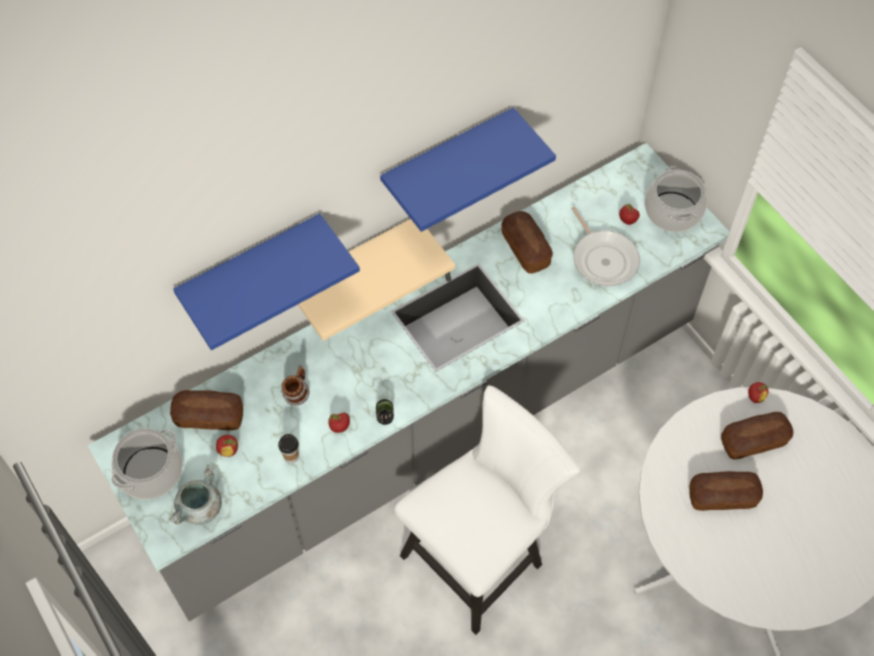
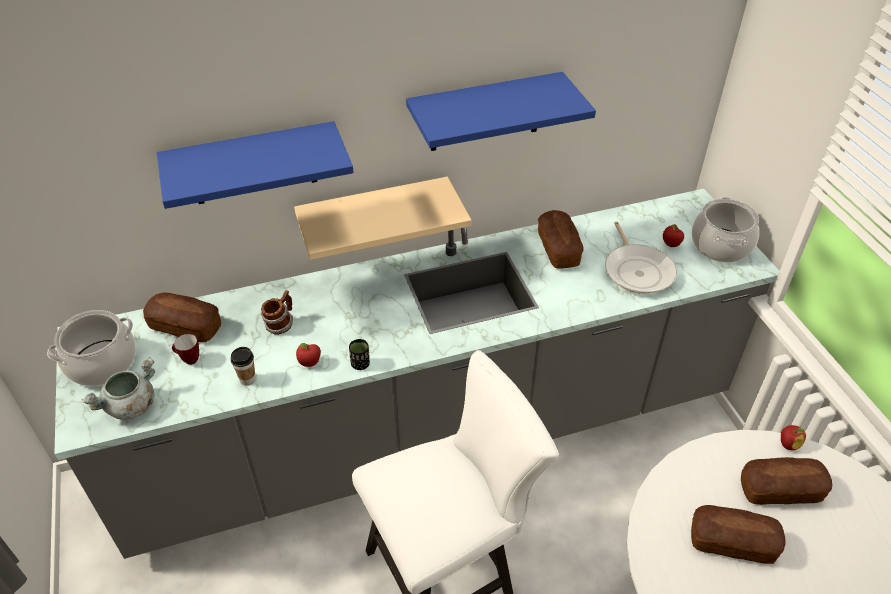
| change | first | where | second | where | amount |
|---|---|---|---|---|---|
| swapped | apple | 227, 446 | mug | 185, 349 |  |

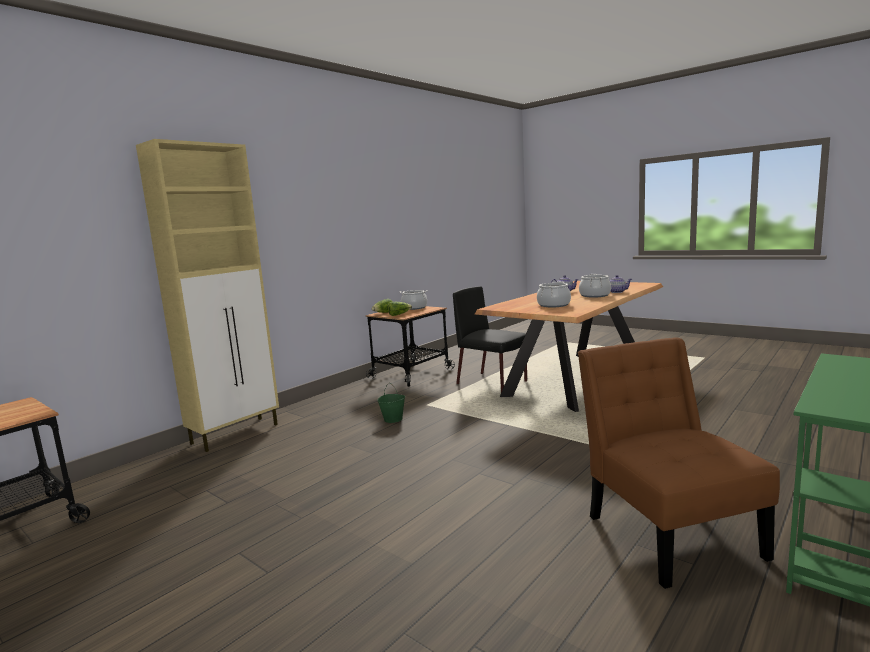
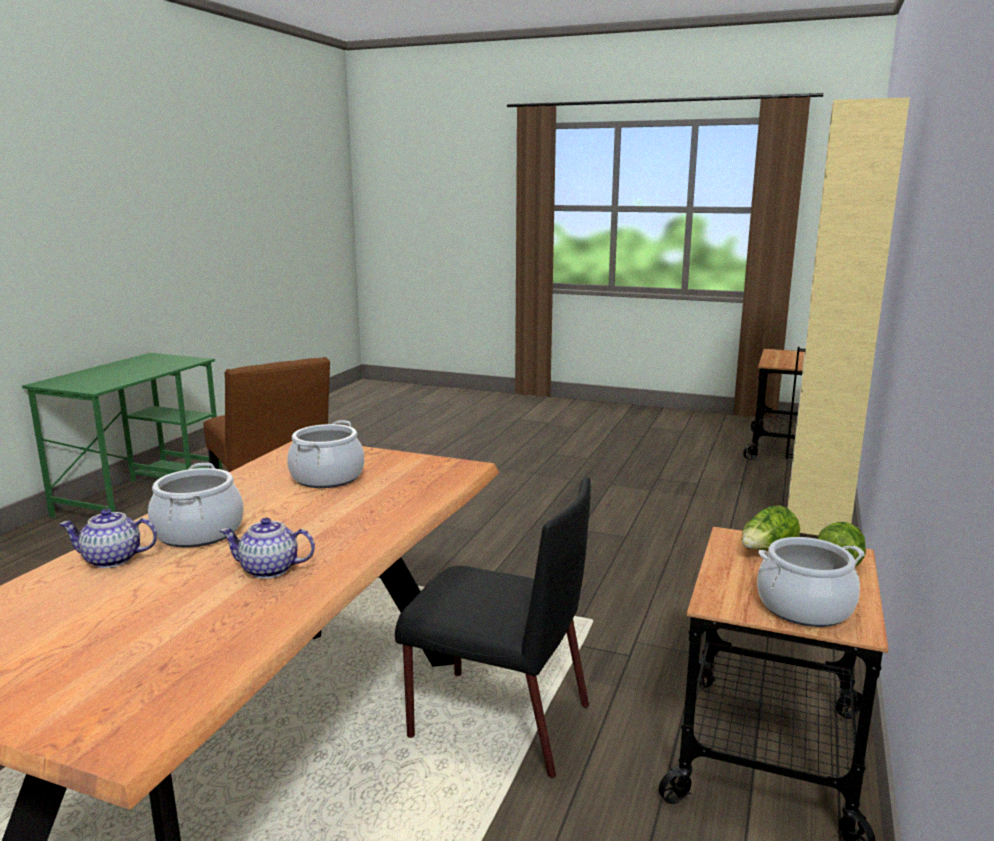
| change | first | where | second | where | amount |
|---|---|---|---|---|---|
| gone | pail (green-coloured) | 391, 403 |  |  |  |

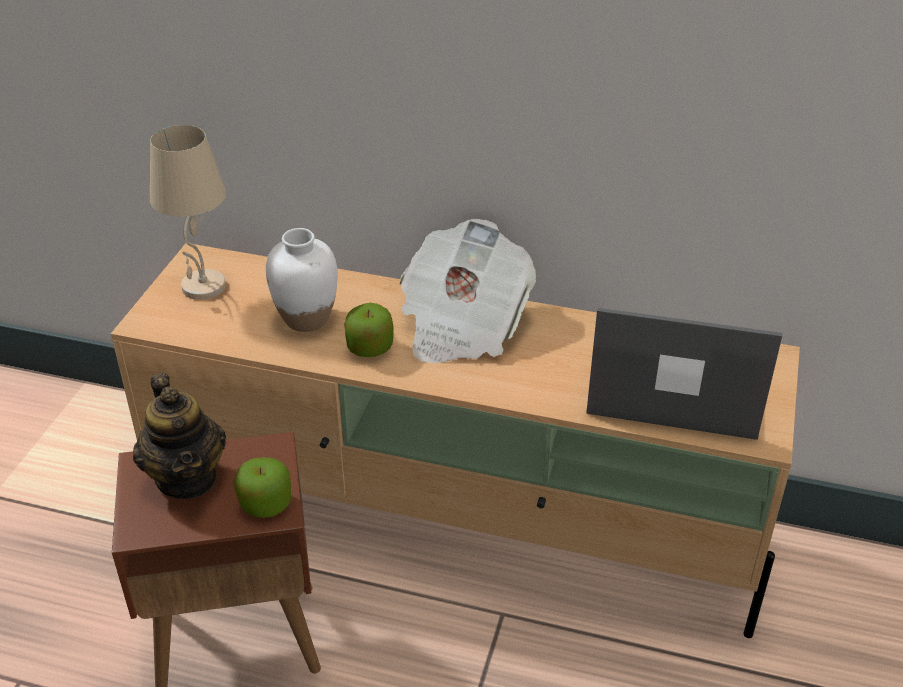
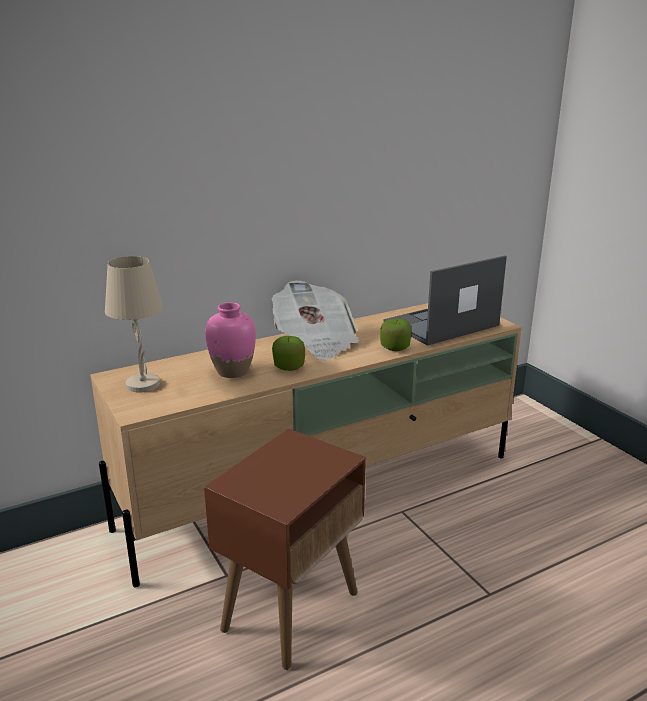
| change | first | where | second | where | amount |
|---|---|---|---|---|---|
| repainted | decorative vase (white-coloured) | 302, 280 | decorative vase (pink-coloured) | 230, 340 |  |
| shifted | apple | 262, 487 |  | 396, 334 |  |
| gone | teapot | 179, 436 |  |  |  |

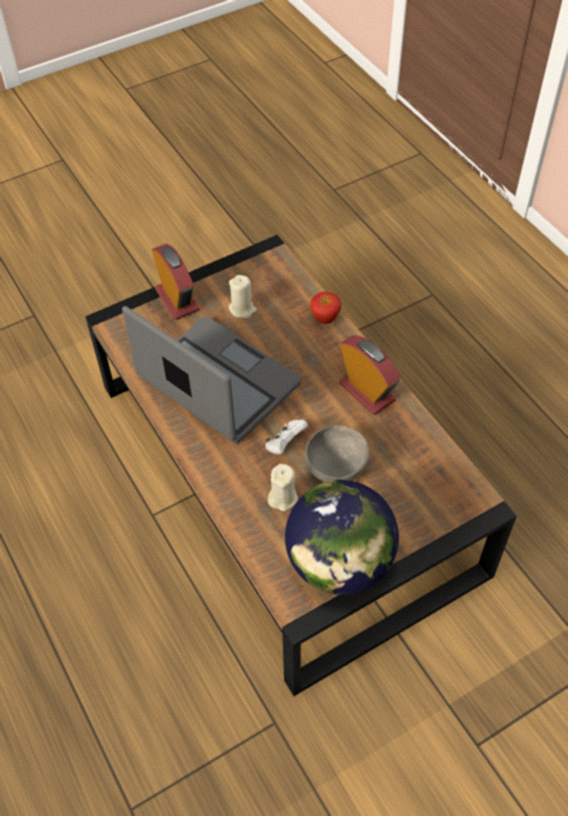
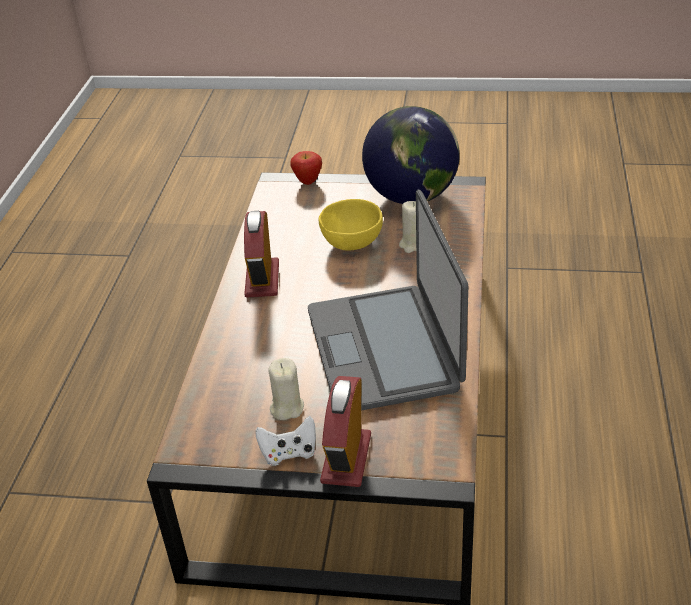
| change | first | where | second | where | amount |
|---|---|---|---|---|---|
| shifted | game controller (white-coloured) | 286, 437 |  | 286, 441 |  |
| shifted | apple | 325, 308 |  | 306, 168 |  |
| repainted | deep dish (grey) | 337, 453 | deep dish (yellow-coloured) | 350, 225 |  |

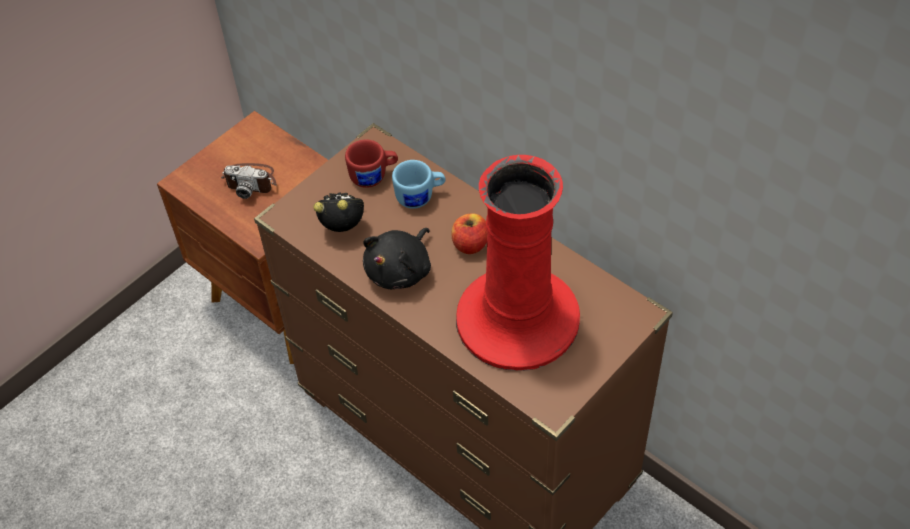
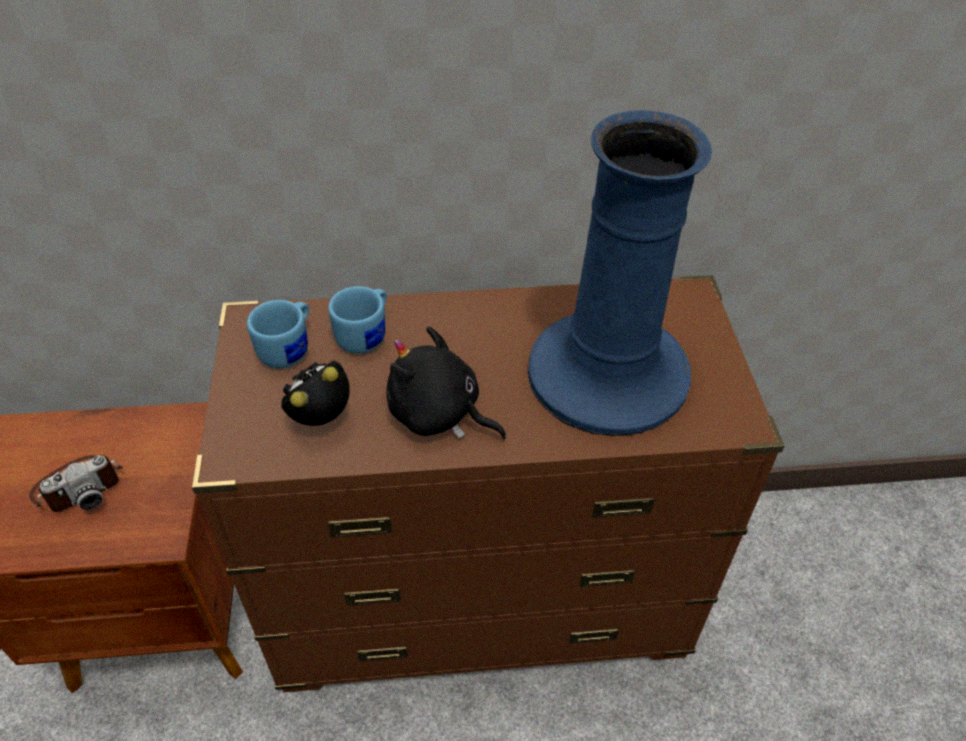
| change | first | where | second | where | amount |
|---|---|---|---|---|---|
| repainted | mug (red) | 371, 164 | mug (blue) | 278, 334 |  |
| rotated | soft toy (black-coloured) | 397, 258 |  | 446, 382 | 135 degrees clockwise |
| repainted | decorative vase (red) | 518, 263 | decorative vase (blue) | 620, 273 |  |
| gone | apple | 470, 233 |  |  |  |

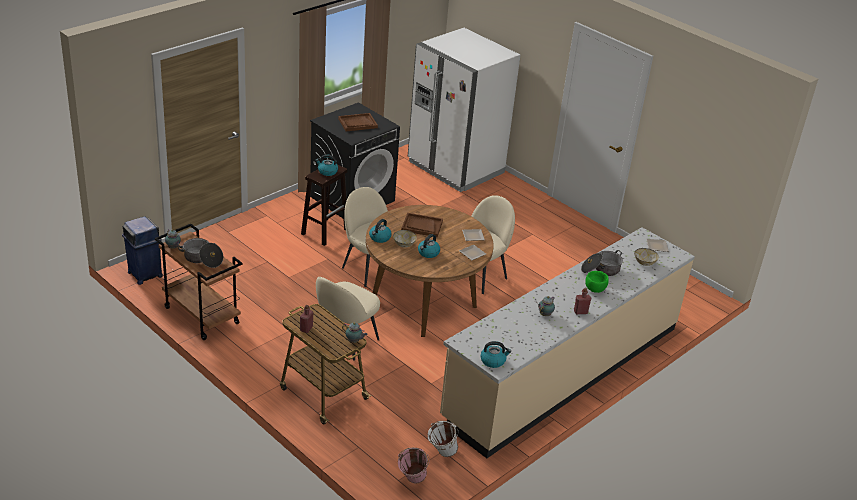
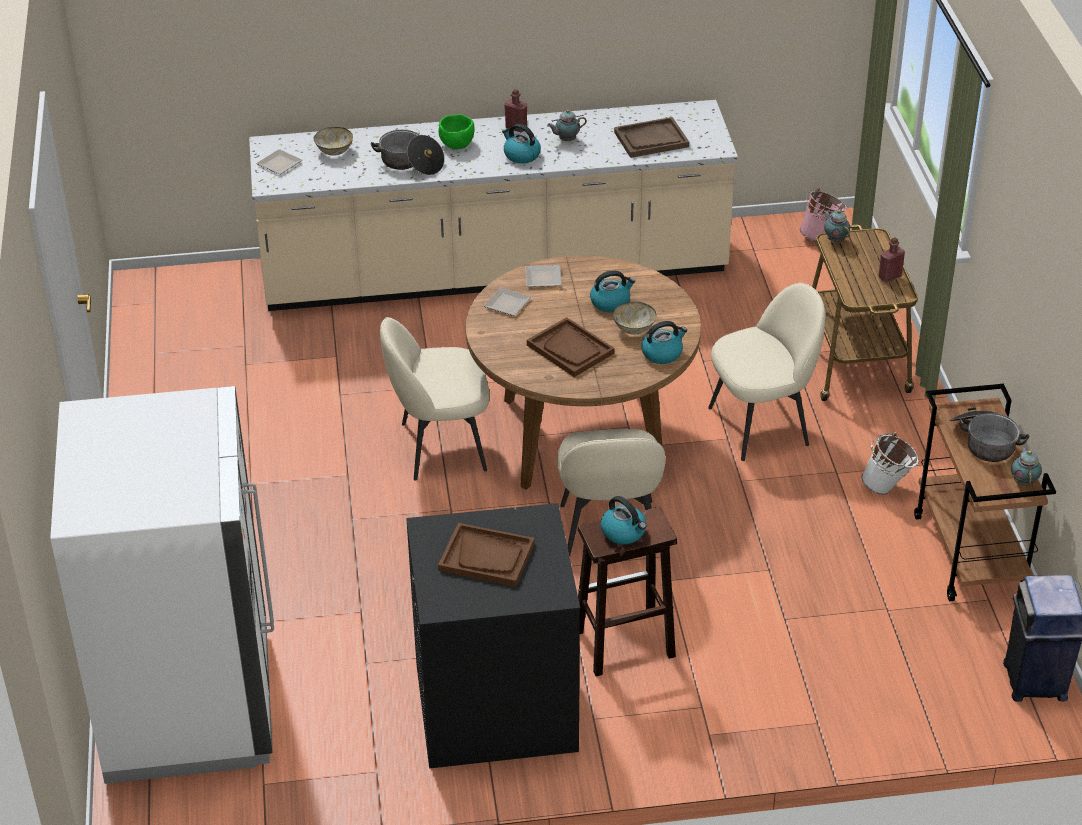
| change | first | where | second | where | amount |
|---|---|---|---|---|---|
| shifted | water kettle | 495, 354 |  | 521, 144 |  |
| new |  |  | tray (brown-coloured) | 651, 137 |  |
| shifted | pail (white-coloured) | 443, 439 |  | 890, 464 |  |

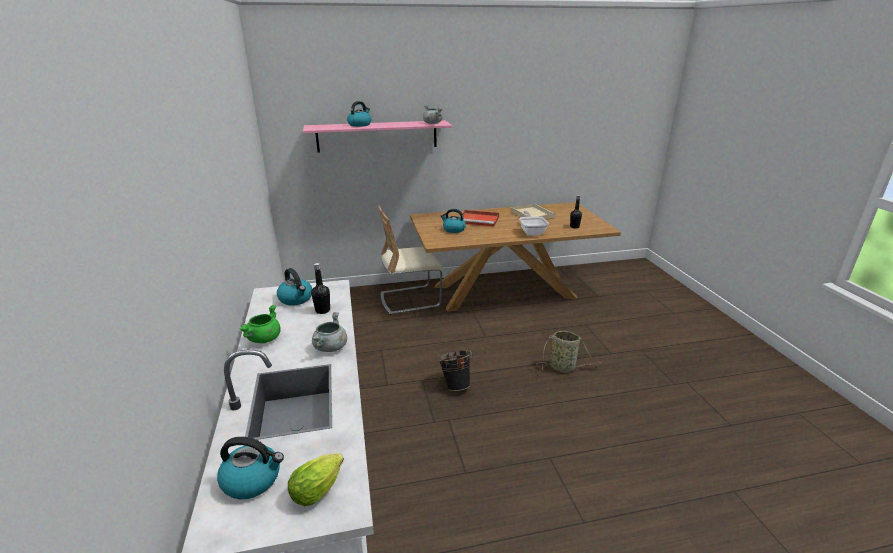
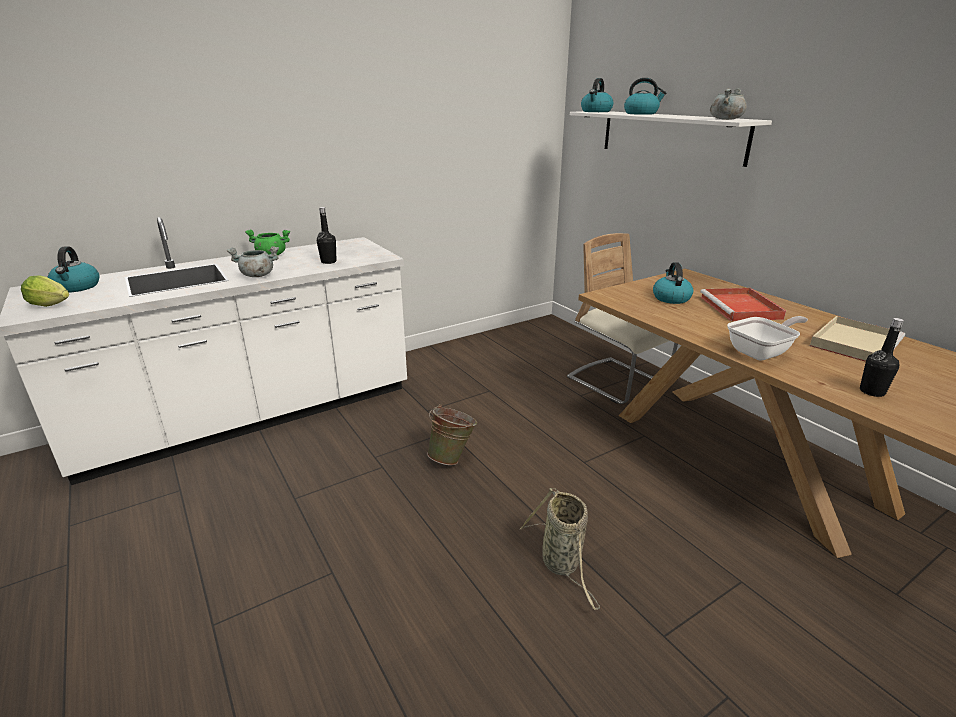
| change | first | where | second | where | amount |
|---|---|---|---|---|---|
| repainted | pail (black-coloured) | 454, 370 | pail (green-coloured) | 452, 434 |  |
| repainted | wall shelf (pink-coloured) | 377, 136 | wall shelf (white-coloured) | 670, 139 |  |
| shifted | water kettle | 294, 287 |  | 597, 95 |  |

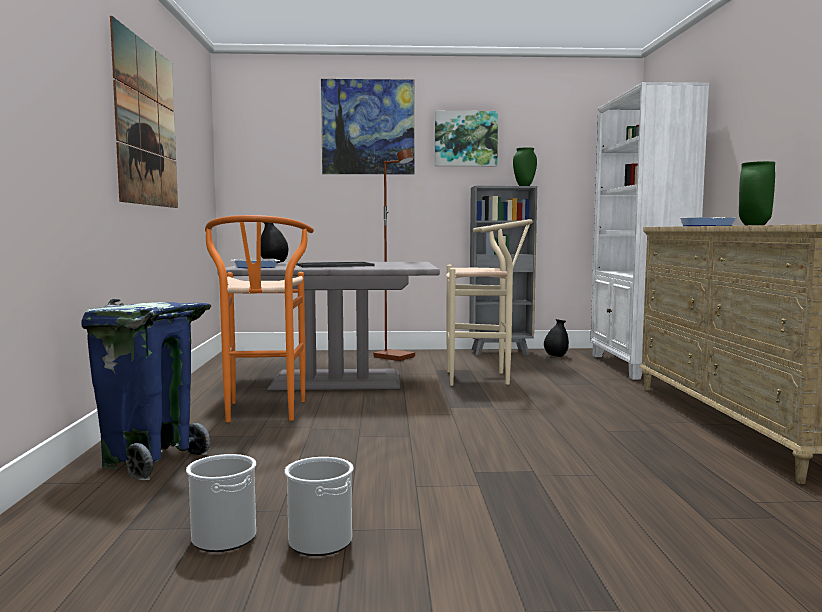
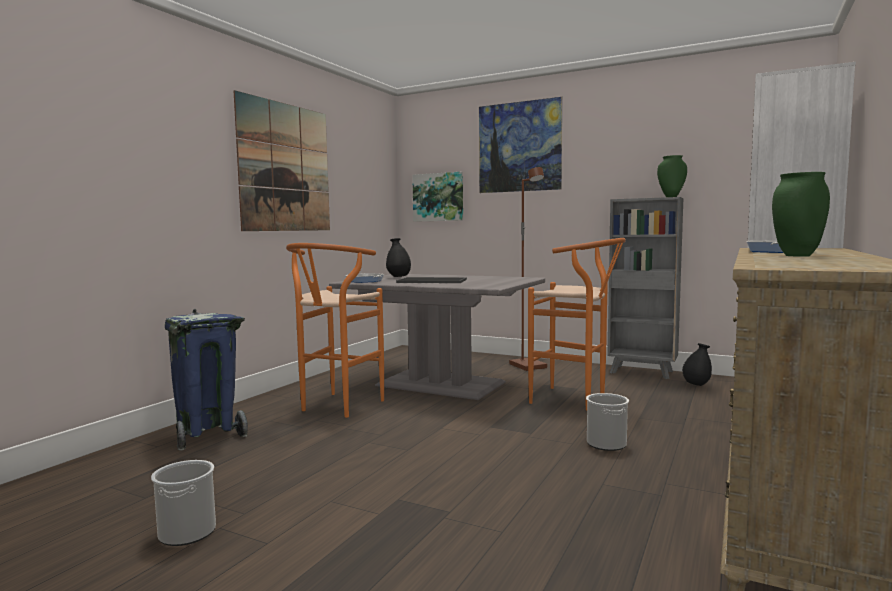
| change | first | where | second | where | amount |
|---|---|---|---|---|---|
| shifted | picture | 466, 138 |  | 437, 197 |  |
| repainted | stool seat (beige-coloured) | 489, 302 | stool seat (orange) | 577, 324 |  |
| shifted | pail | 221, 503 |  | 607, 422 |  |

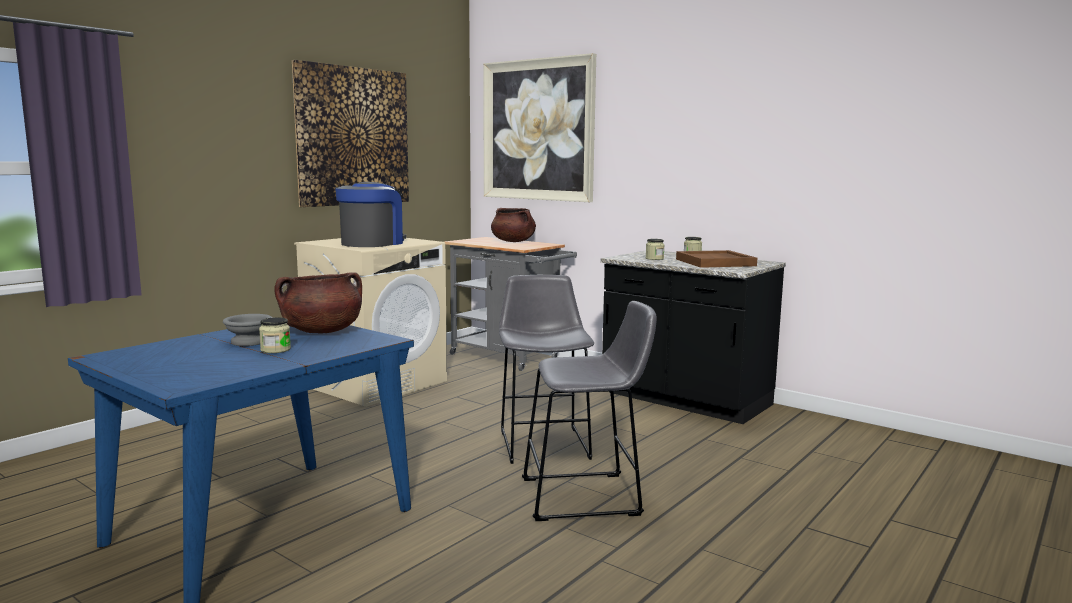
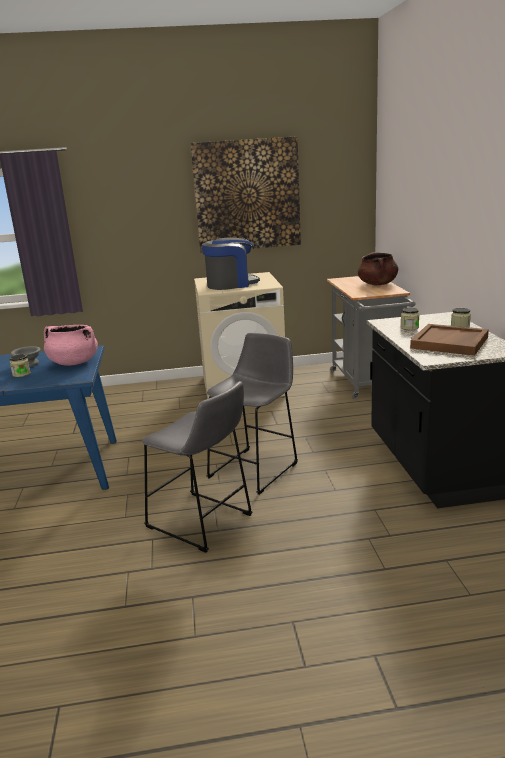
| change | first | where | second | where | amount |
|---|---|---|---|---|---|
| repainted | saucepot (brown-coloured) | 318, 302 | saucepot (pink-coloured) | 71, 345 |  |
| gone | picture | 539, 127 |  |  |  |

